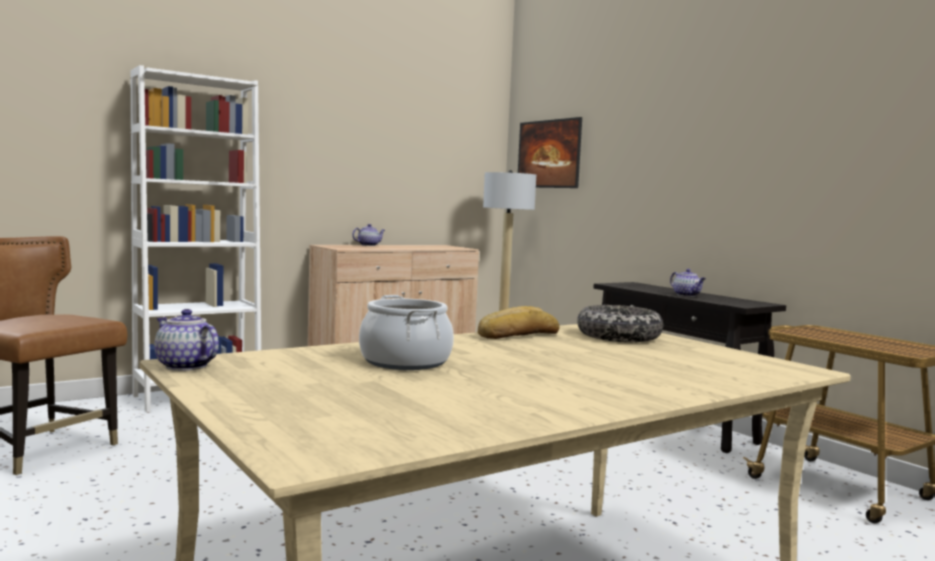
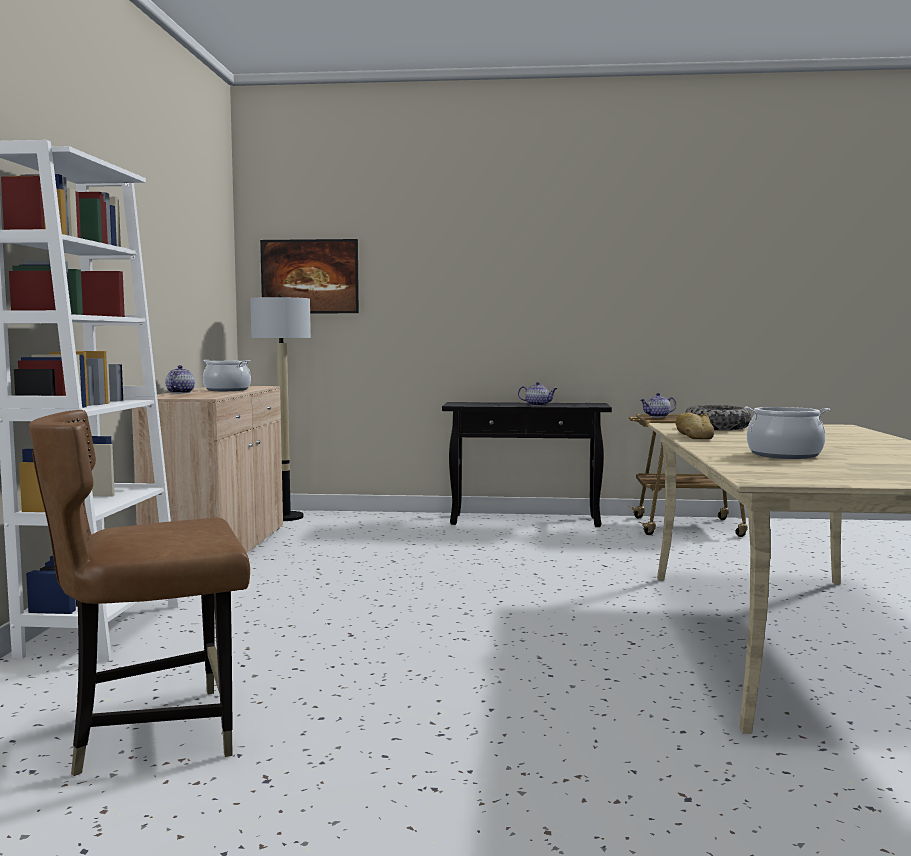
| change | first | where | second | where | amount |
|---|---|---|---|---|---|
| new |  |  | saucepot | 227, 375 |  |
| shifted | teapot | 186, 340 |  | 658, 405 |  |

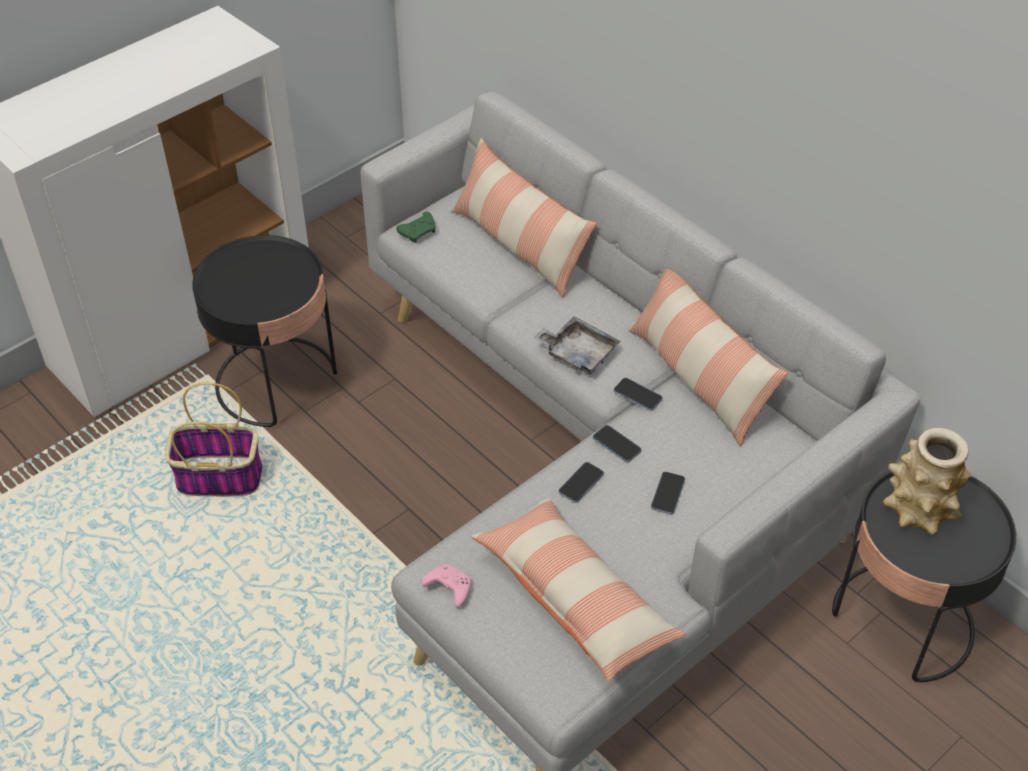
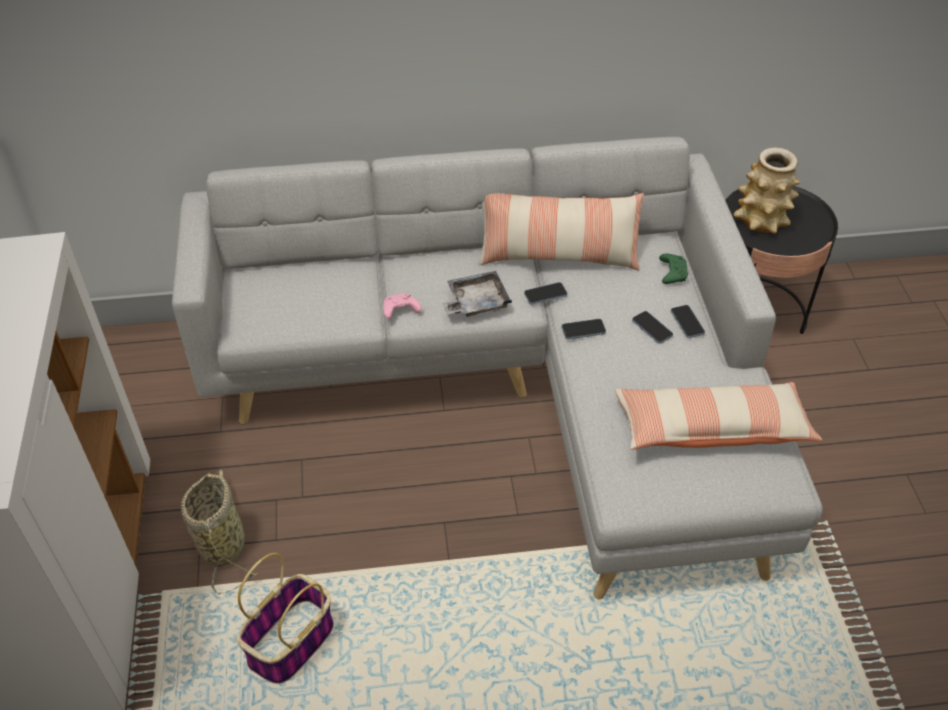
| change | first | where | second | where | amount |
|---|---|---|---|---|---|
| swapped | accent table (black-coloured) | 264, 331 | basket | 218, 531 |  |
| shifted | game controller (pink-coloured) | 446, 586 |  | 402, 306 |  |
| shifted | game controller (green-coloured) | 416, 227 |  | 673, 268 |  |
| shifted | phone | 581, 482 |  | 688, 321 |  |
| gone | throw pillow | 524, 218 |  |  |  |

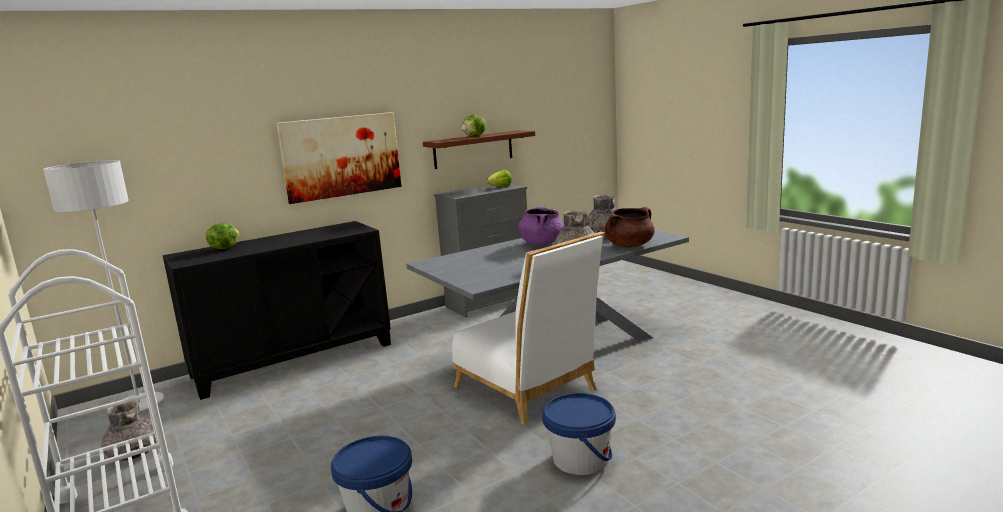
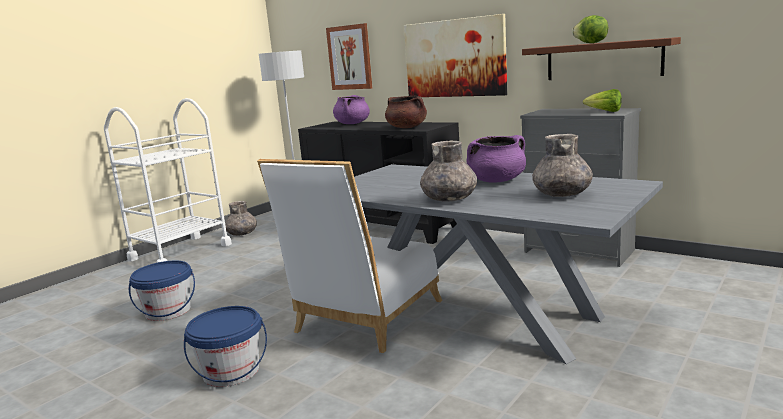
| change | first | where | second | where | amount |
|---|---|---|---|---|---|
| new |  |  | picture | 349, 56 |  |
| swapped | head of lettuce | 222, 236 | saucepot (purple-coloured) | 351, 109 |  |
| shifted | saucepot (brown-coloured) | 629, 227 |  | 406, 112 |  |

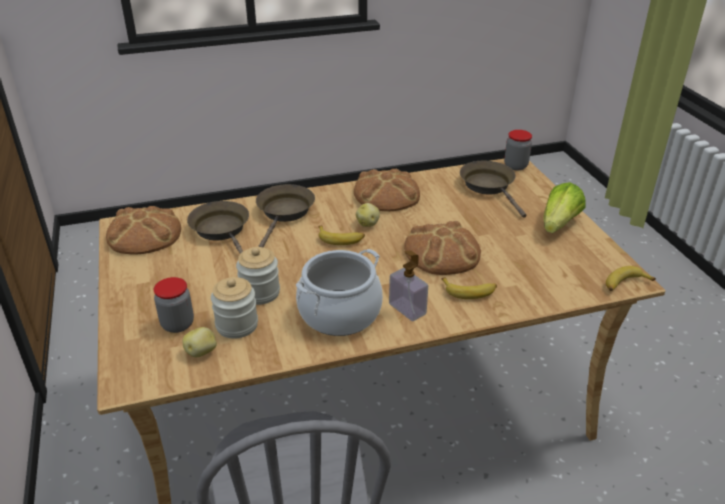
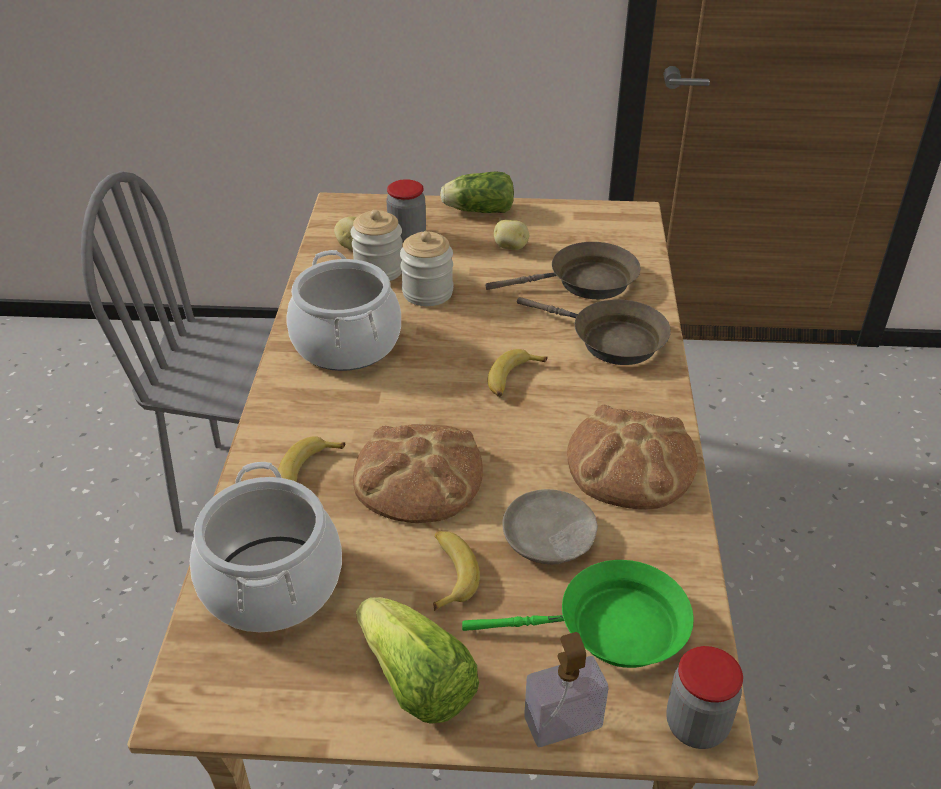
| change | first | where | second | where | amount |
|---|---|---|---|---|---|
| new |  |  | saucepot | 266, 547 |  |
| shifted | banana fruit | 631, 278 |  | 456, 571 |  |
| new |  |  | head of lettuce | 477, 192 |  |
| repainted | frying pan (brown-coloured) | 493, 189 | frying pan (green-coloured) | 578, 614 |  |
| shifted | whole potato | 368, 215 |  | 511, 235 |  |
| new |  |  | plate (beige-coloured) | 550, 526 |  |
| shifted | soap dispenser | 408, 285 |  | 566, 689 |  |
| gone | bakery bread | 143, 230 |  |  |  |

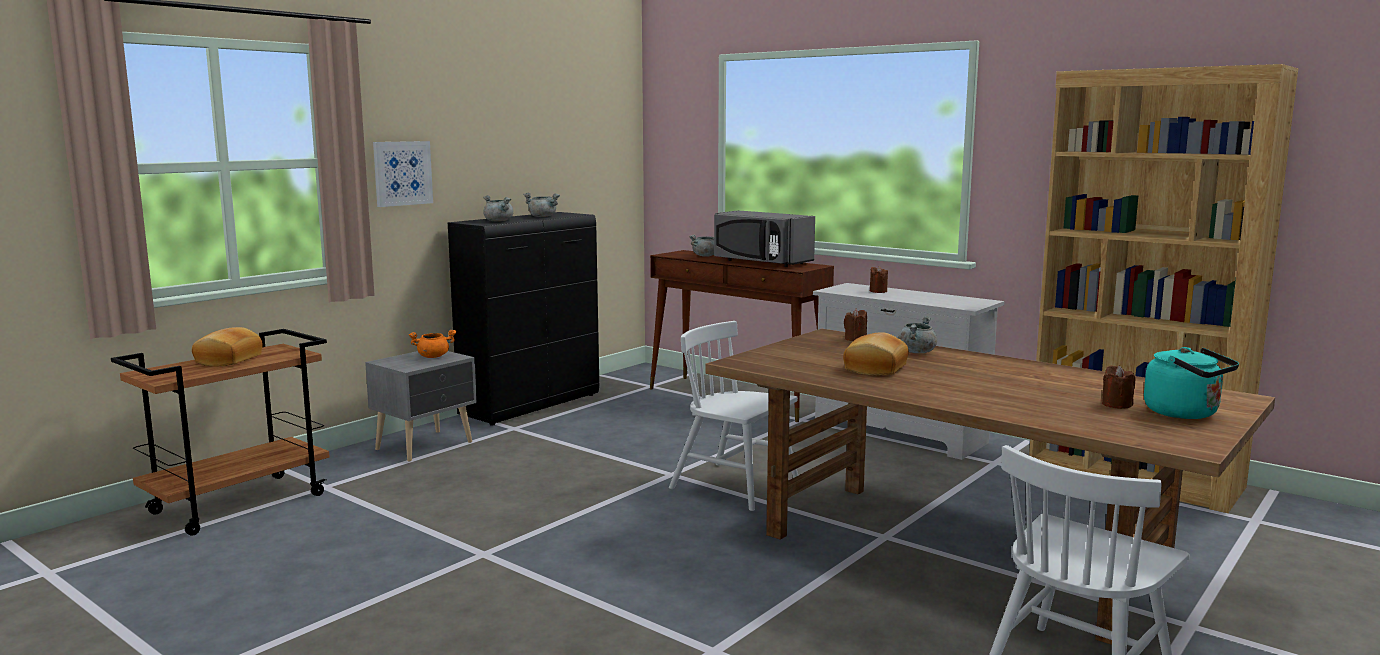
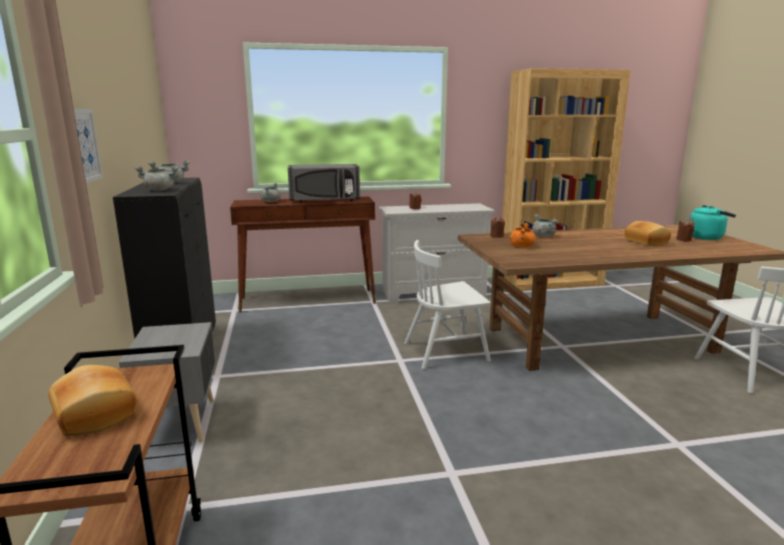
| change | first | where | second | where | amount |
|---|---|---|---|---|---|
| shifted | saucepot (orange) | 432, 344 |  | 523, 235 |  |
| shifted | bakery bread | 876, 354 |  | 648, 233 |  |

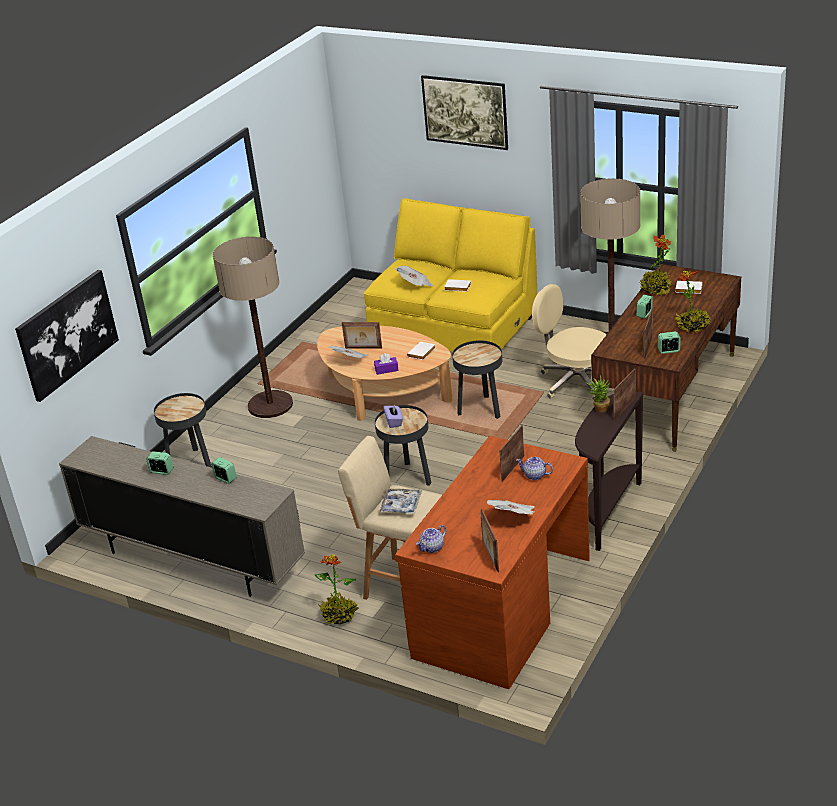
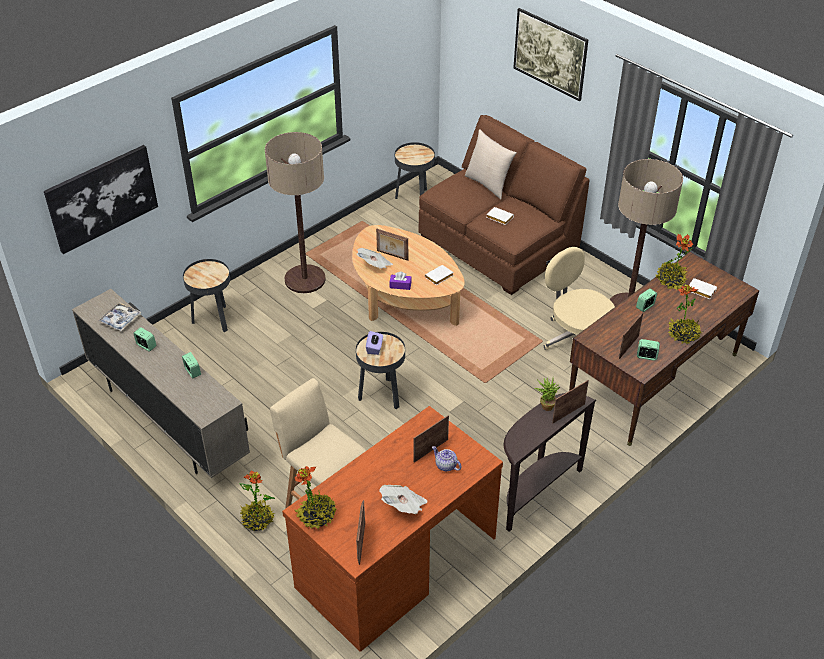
| change | first | where | second | where | amount |
|---|---|---|---|---|---|
| shifted | tray | 400, 501 |  | 119, 316 |  |
| swapped | teapot | 431, 539 | plant in a pot | 315, 497 |  |
| shifted | accent table (black-coloured) | 477, 379 |  | 415, 170 |  |
| repainted | settee (yellow-coloured) | 450, 275 | settee (brown-coloured) | 504, 205 |  |
| new |  |  | throw pillow (beige-coloured) | 491, 164 |  |
| gone | daily paper | 414, 276 |  |  |  |

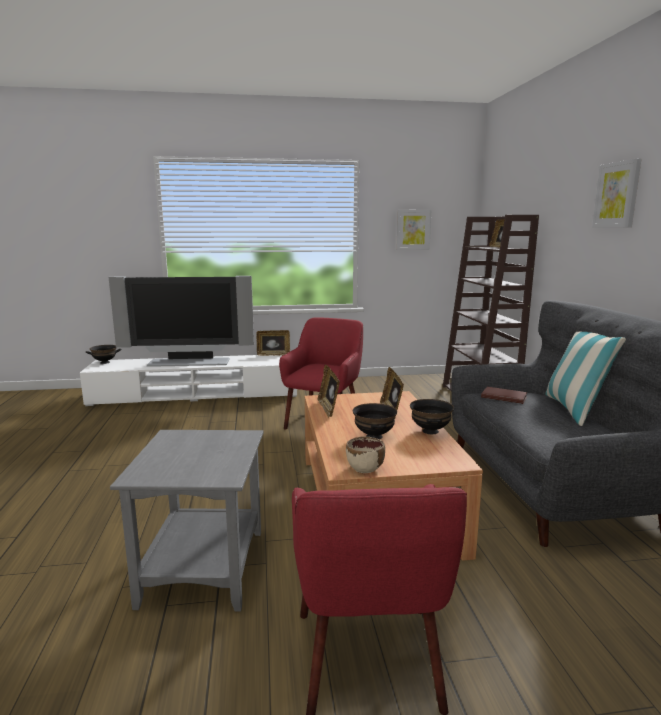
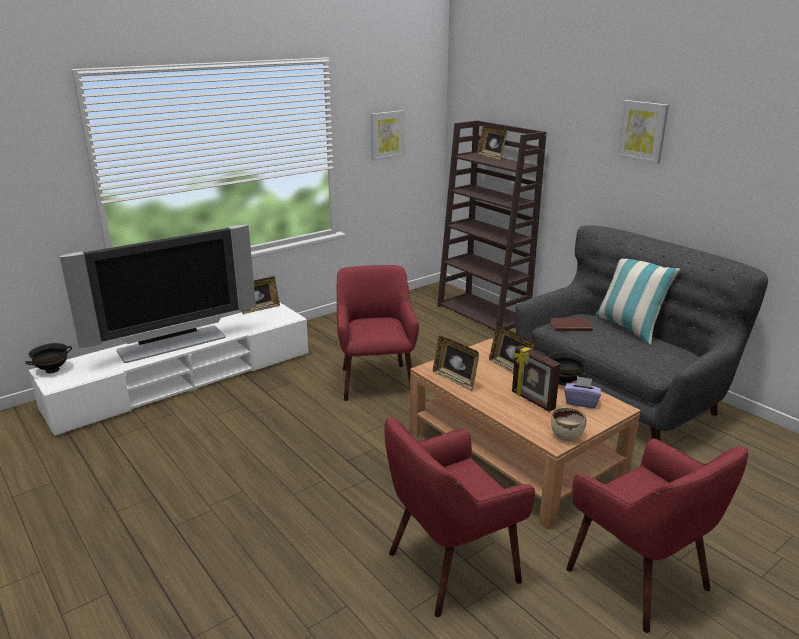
| change | first | where | second | where | amount |
|---|---|---|---|---|---|
| swapped | accent table (grey) | 187, 521 | lounge chair (red) | 460, 517 |  |
| swapped | deep dish (black-coloured) | 375, 421 | picture frame | 536, 378 |  |
| new |  |  | tissue box (purple-coloured) | 582, 392 |  |

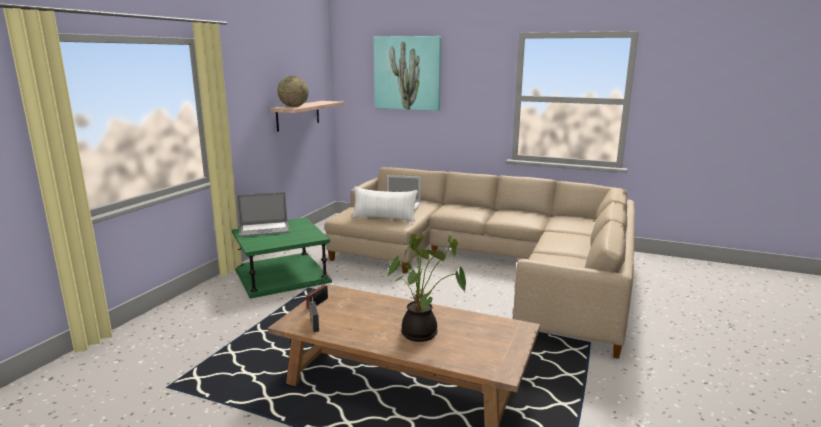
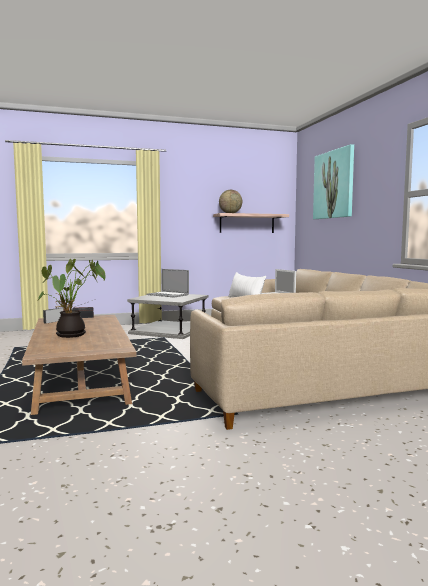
| change | first | where | second | where | amount |
|---|---|---|---|---|---|
| repainted | accent table (green-coloured) | 282, 258 | accent table (grey) | 167, 316 |  |

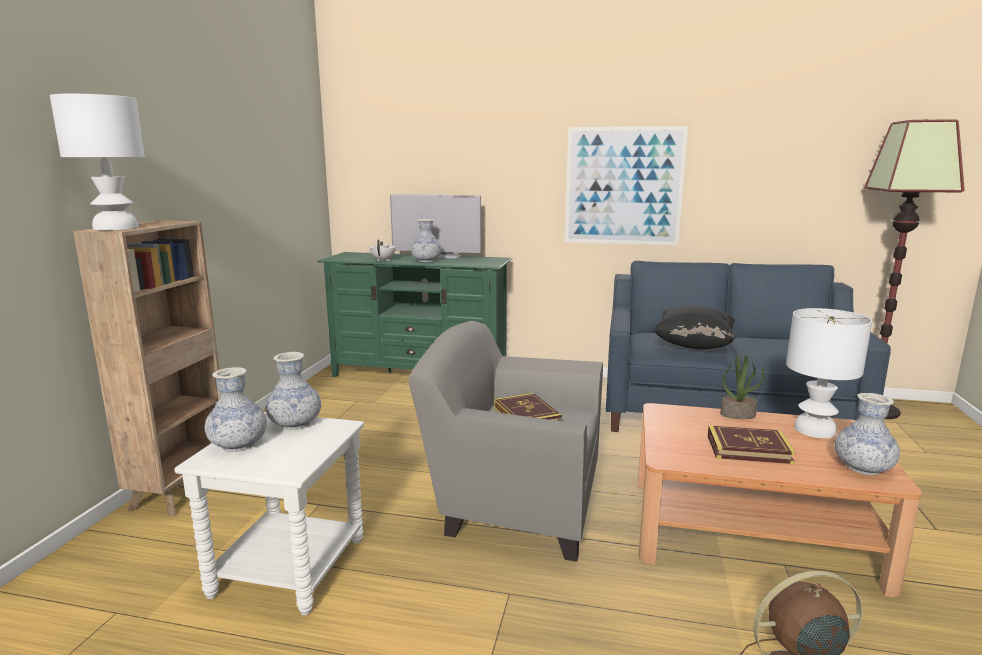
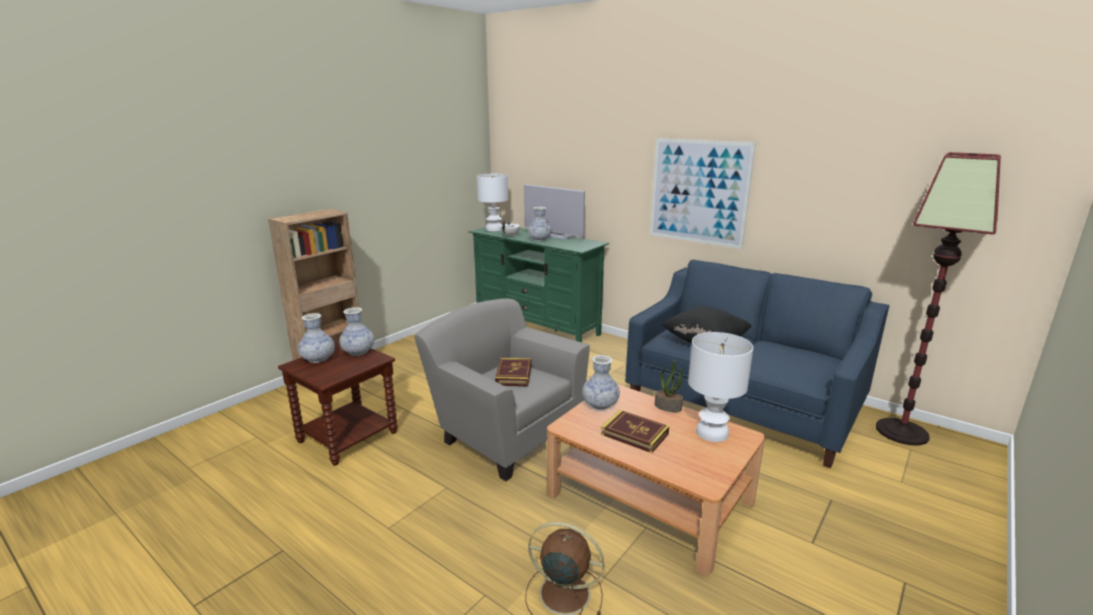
| change | first | where | second | where | amount |
|---|---|---|---|---|---|
| repainted | accent table (white-coloured) | 269, 513 | accent table (brown-coloured) | 338, 404 |  |
| shifted | table lamp (white-coloured) | 97, 162 |  | 492, 202 |  |
| shifted | decorative vase | 867, 434 |  | 601, 382 |  |

